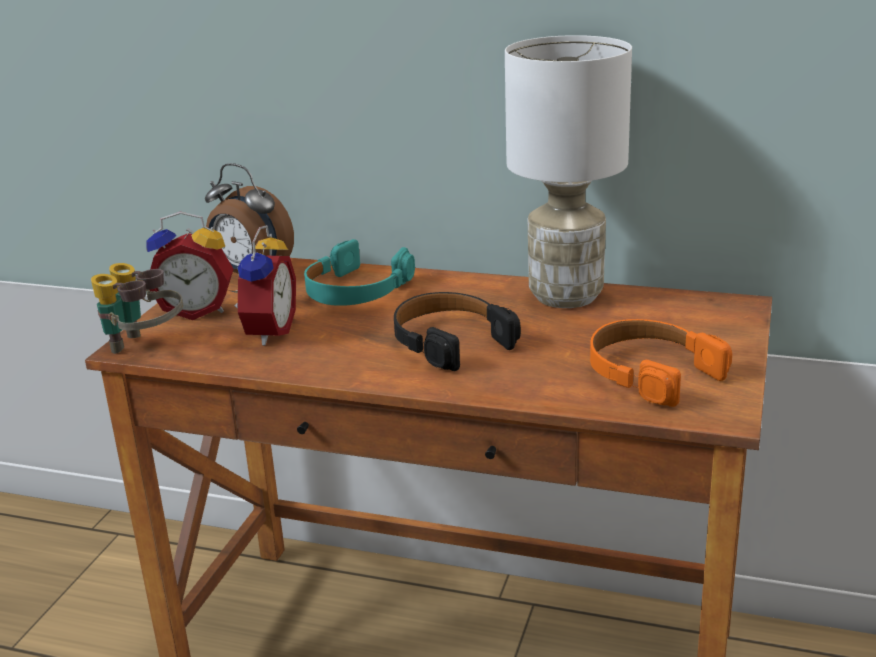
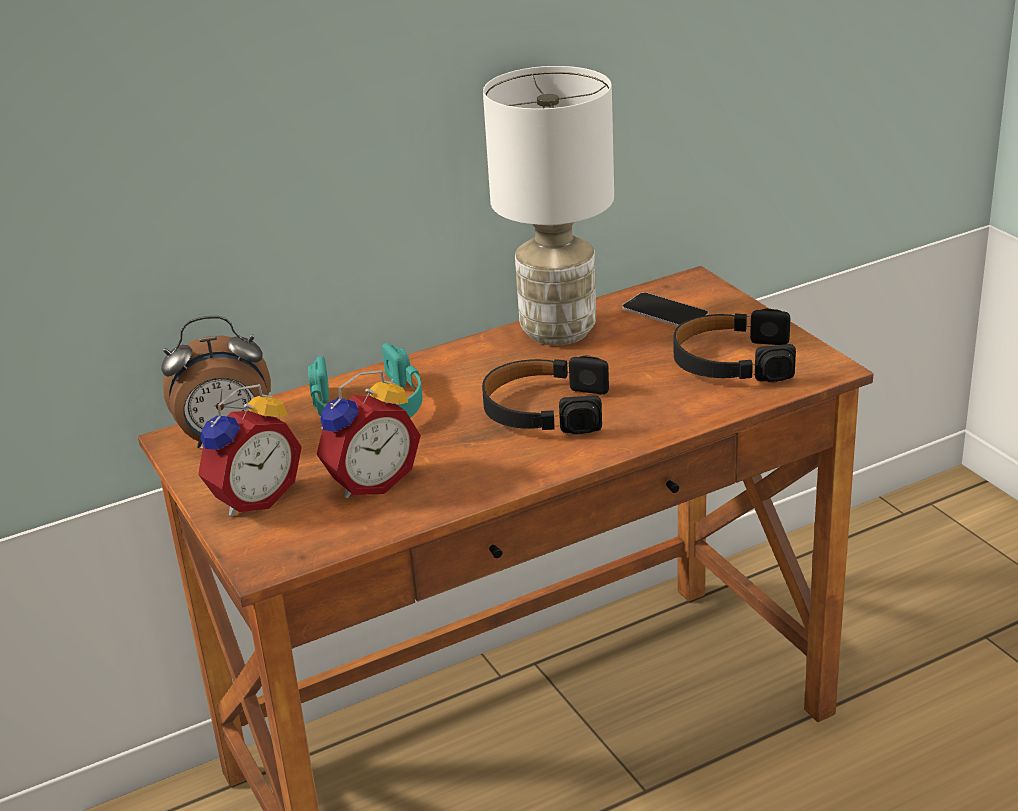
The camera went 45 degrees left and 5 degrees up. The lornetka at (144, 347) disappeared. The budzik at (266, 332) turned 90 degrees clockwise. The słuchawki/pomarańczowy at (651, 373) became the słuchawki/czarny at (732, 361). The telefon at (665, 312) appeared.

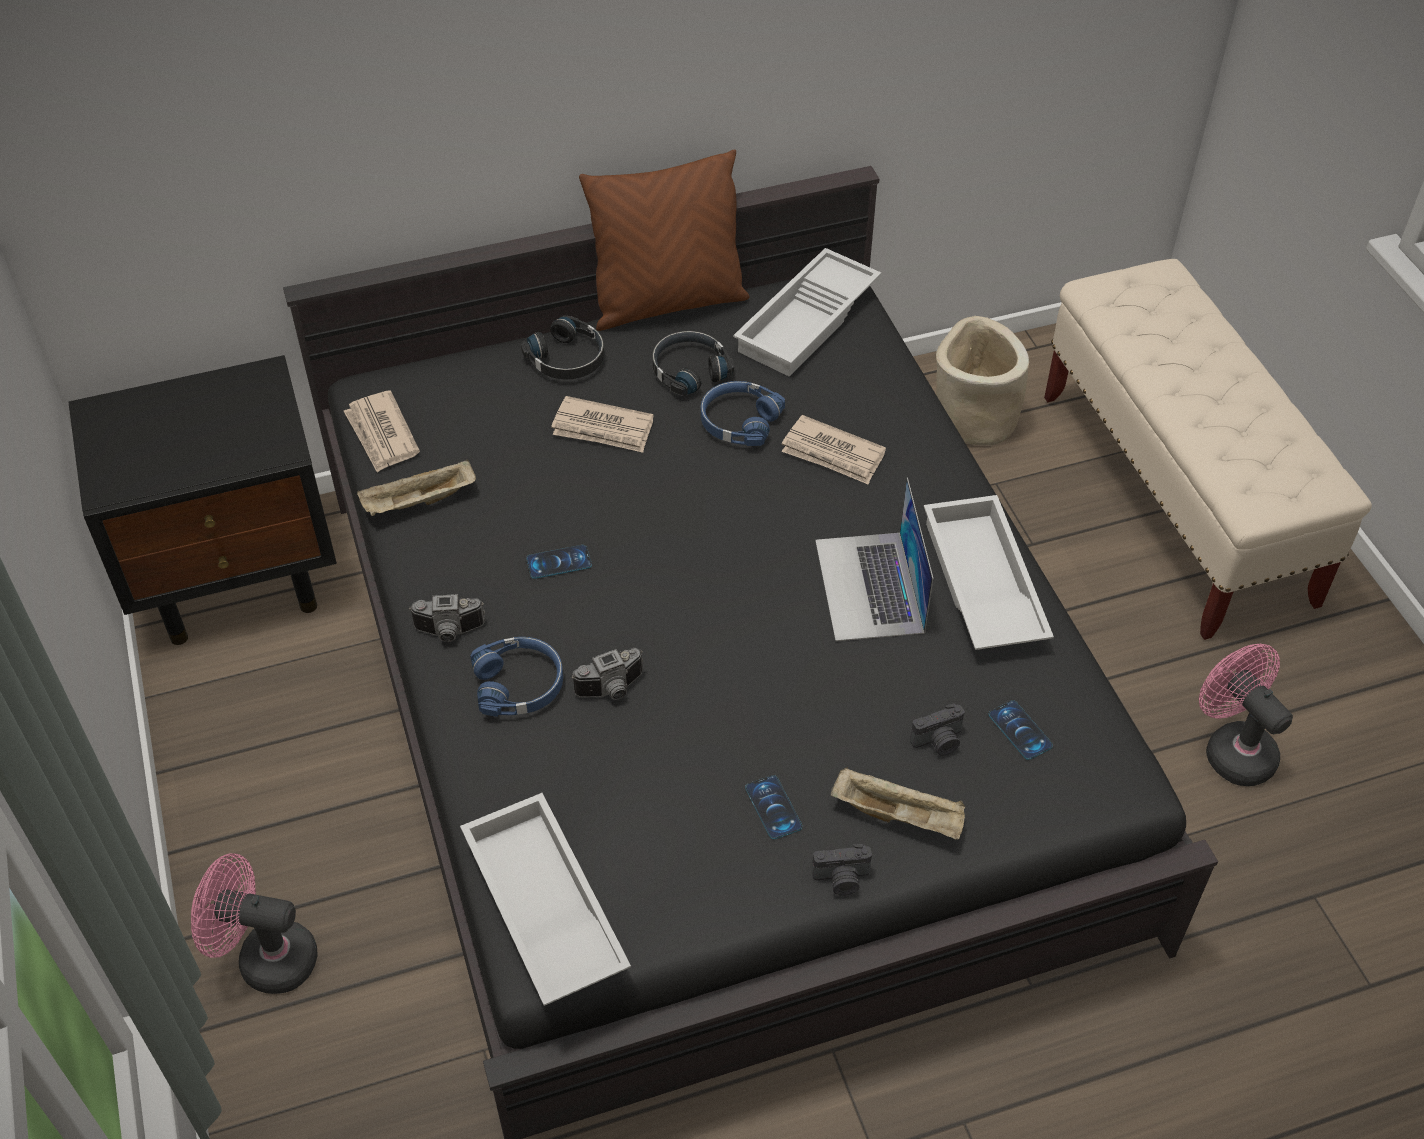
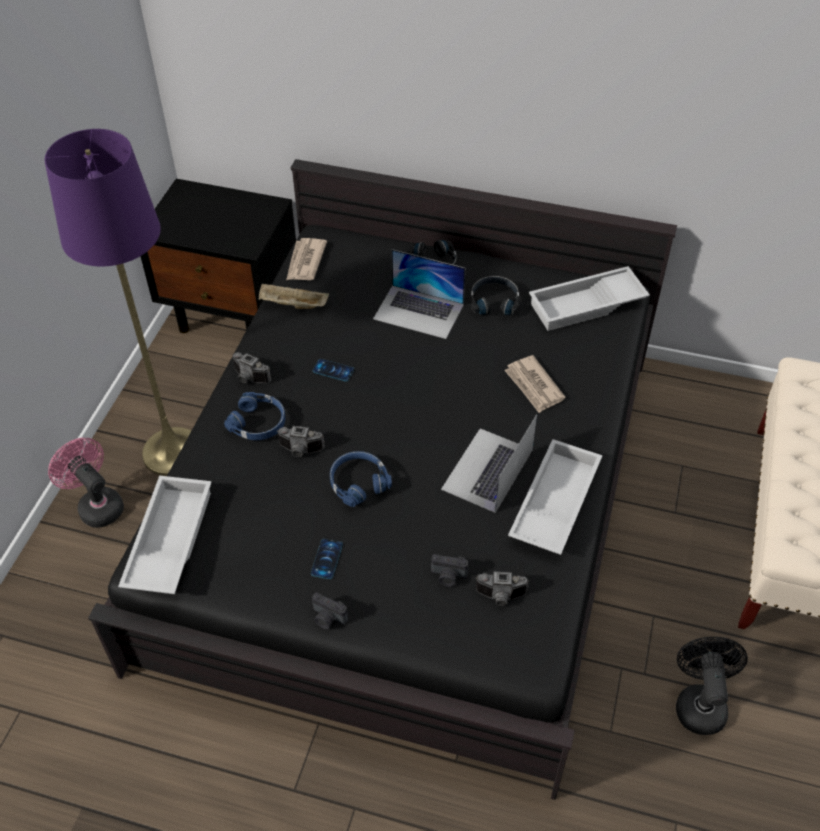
The camera went 35 degrees right and 0 degrees up. The gazeta at (603, 429) was replaced by the laptop at (419, 311). The poduszka/brązowy at (668, 303) disappeared. The słuchawki/niebieski moved from (738, 421) to (358, 482). The taca/beżowy at (899, 816) disappeared. The donica/beżowy at (973, 419) disappeared. The telefon at (1020, 730) was replaced by the aparat fotograficzny at (501, 597). The wentylator/różowy at (1232, 749) became the wentylator/czarny at (699, 703). The lampa stojąca/fioletowy at (173, 451) appeared.

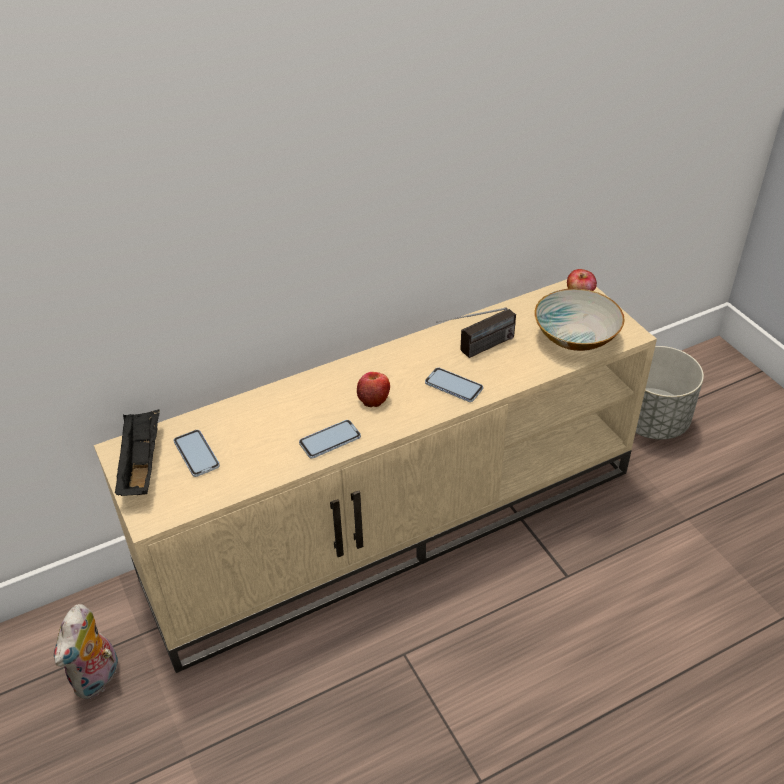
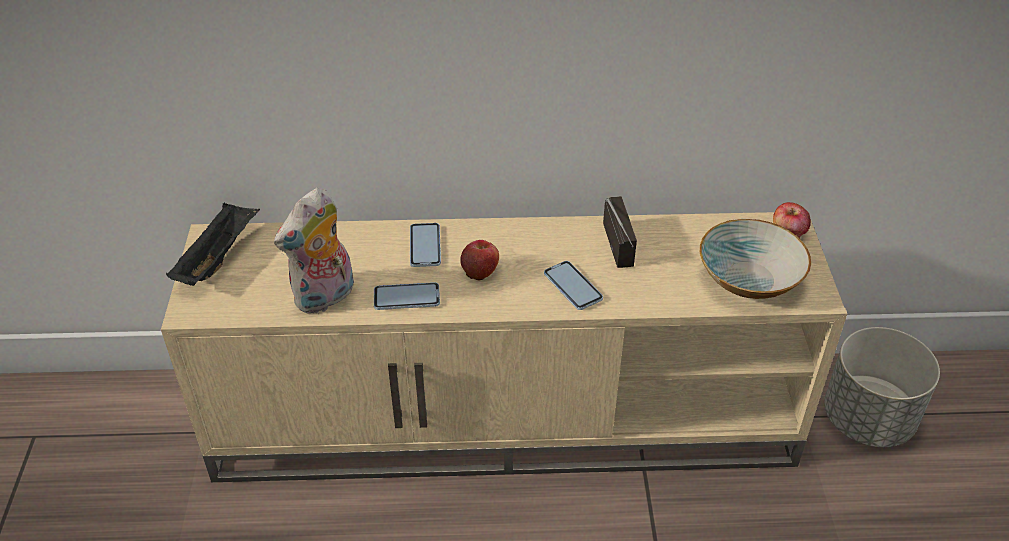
The camera went 25 degrees right and 0 degrees up. The pluszak moved from (98, 678) to (325, 298). The telefon moved from (196, 454) to (425, 246). The radio at (476, 350) turned 90 degrees counterclockwise.

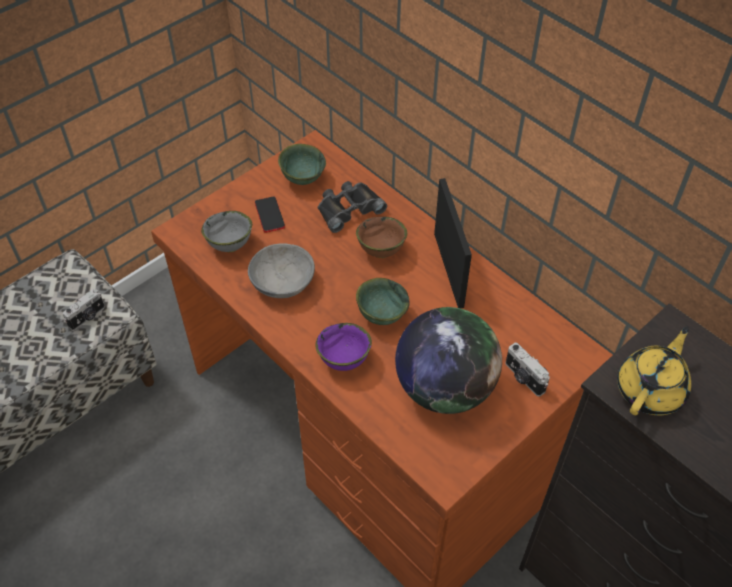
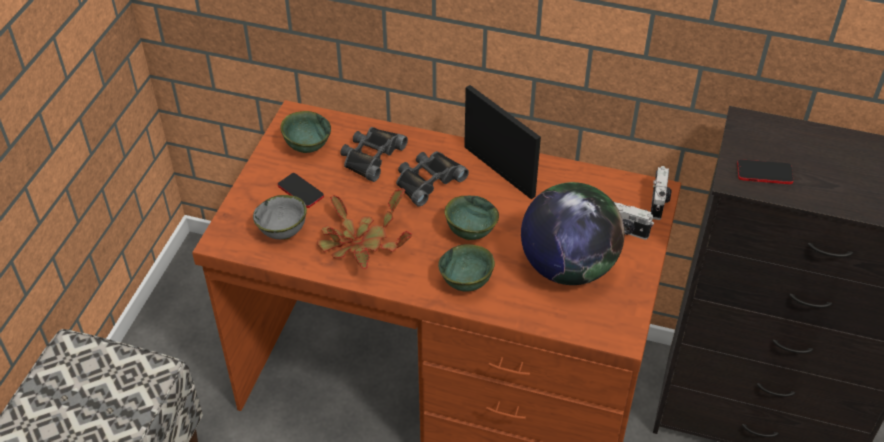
The camera went 30 degrees left and 5 degrees down. The aparat fotograficzny moved from (87, 317) to (659, 202). The miska/szary at (282, 282) was replaced by the roślina doniczkowa at (359, 243). The miska/fioletowy at (343, 361) became the miska/zielony at (466, 284). The miska/brązowy at (380, 251) was replaced by the lornetka/czarny at (427, 180). The imbryk/żółty at (651, 389) was replaced by the telefon at (764, 173).

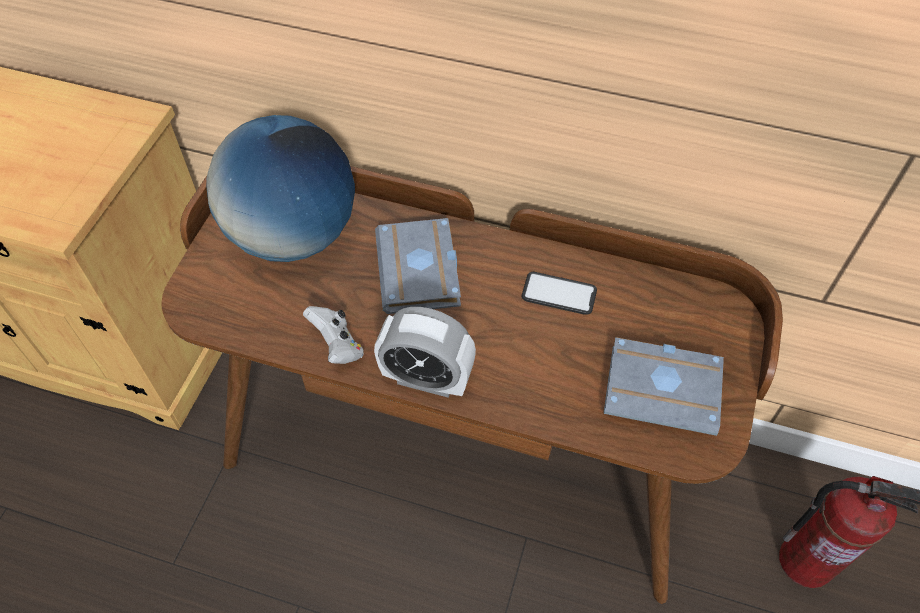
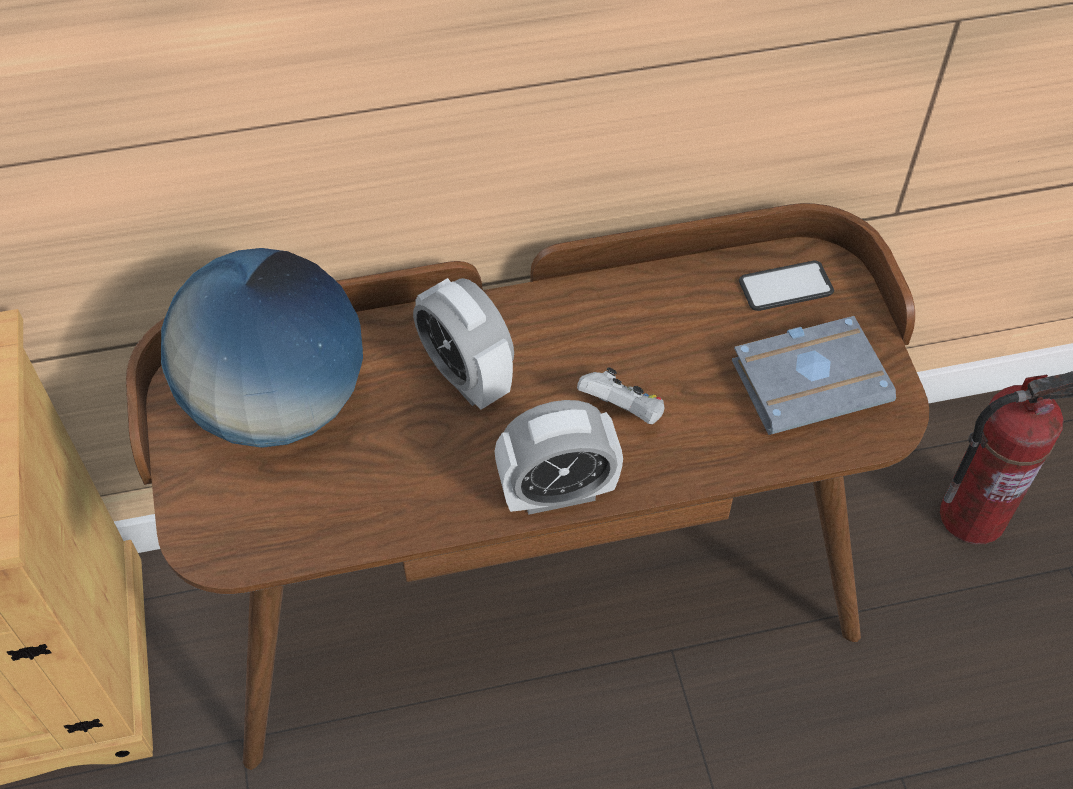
The camera went 30 degrees left and 0 degrees up. The pad do gier/biały moved from (337, 346) to (623, 411). The książka/szary at (421, 272) was replaced by the budzik at (466, 376). The telefon moved from (559, 294) to (785, 287).

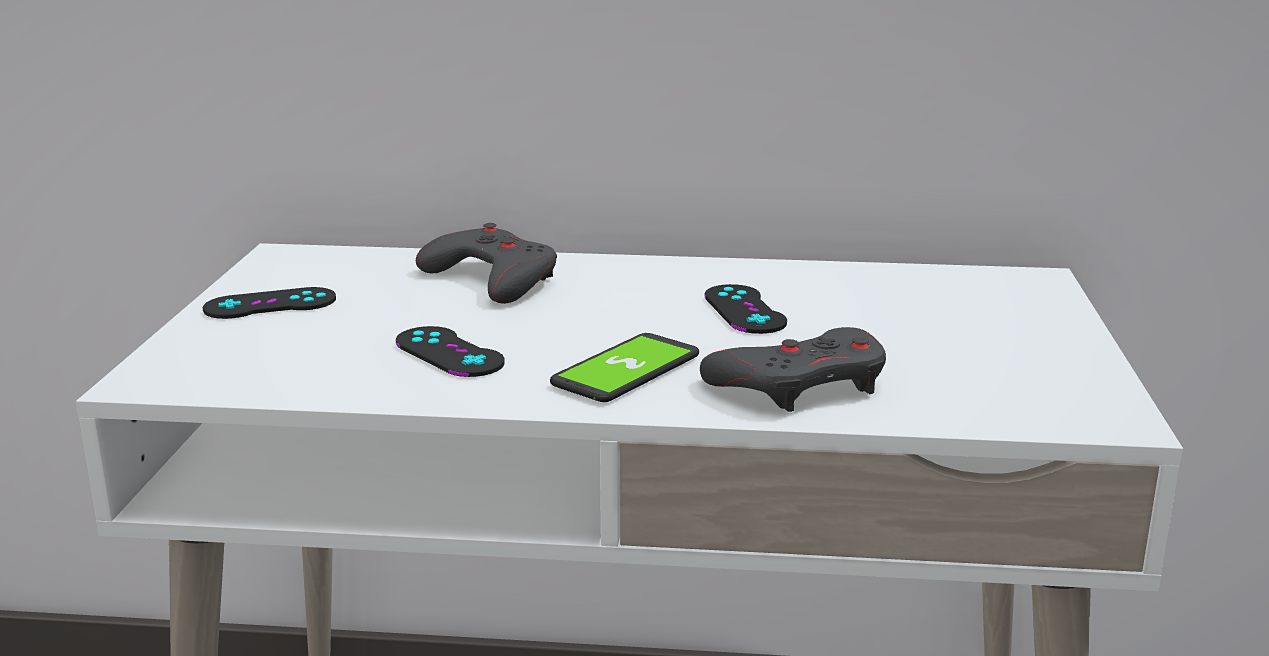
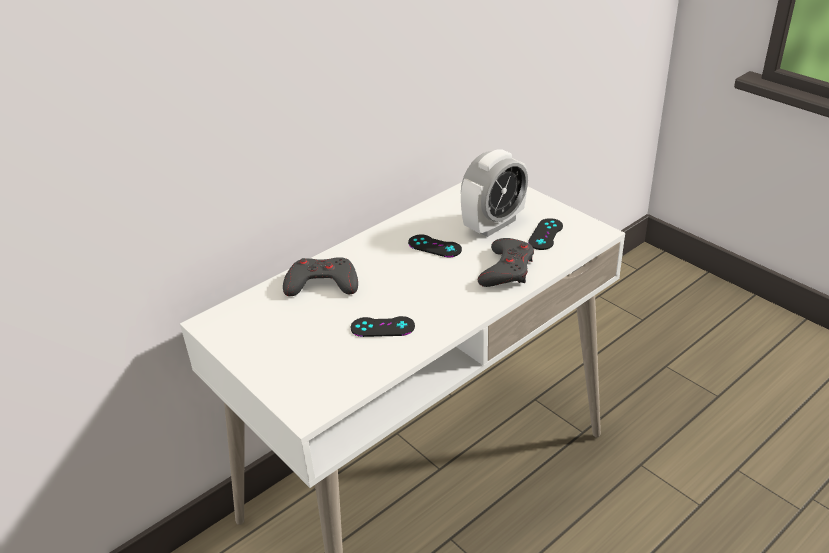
The camera went 45 degrees left and 15 degrees up. The pad do gier/czarny moved from (270, 304) to (545, 234). The telefon at (626, 370) disappeared. The budzik at (493, 224) appeared.

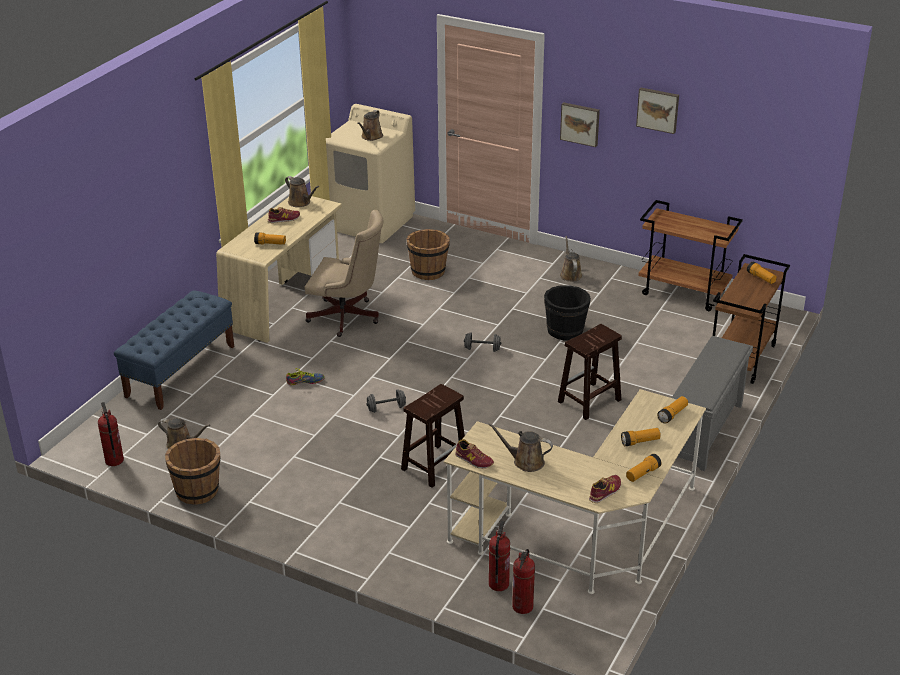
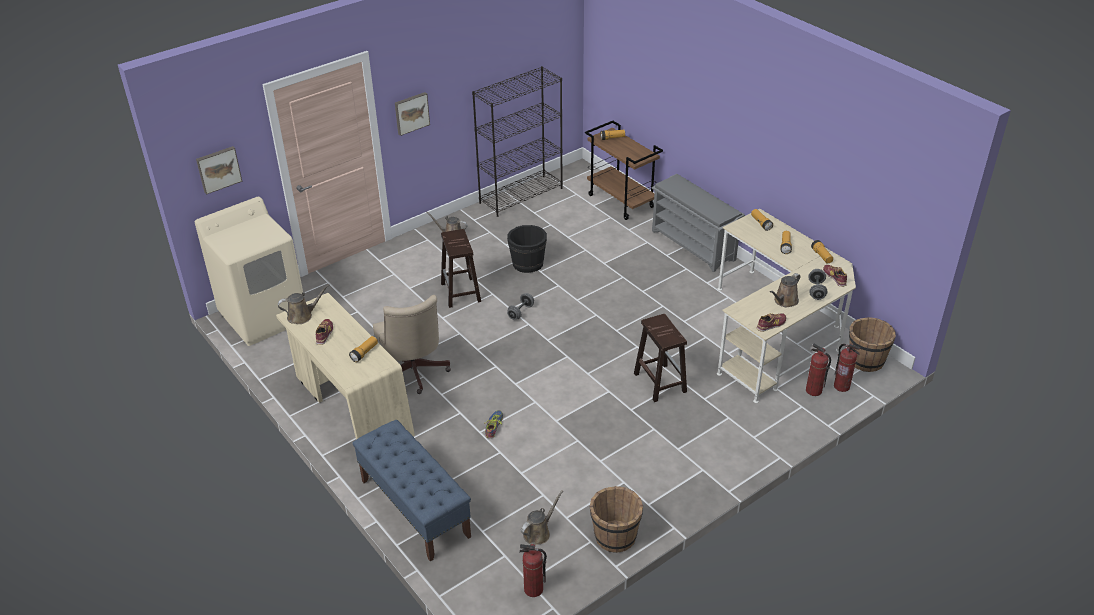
The camera went 65 degrees left and 5 degrees up. The krzesło biurowe/beżowy at (348, 318) turned 120 degrees clockwise. The konewka/brązowy at (371, 137) disappeared. The hantel/szary moved from (386, 408) to (816, 290). The wiadro/brązowy moved from (428, 271) to (865, 360). The stołek/brązowy moved from (589, 401) to (461, 293). The obraz moved from (658, 109) to (218, 169). The wózek/brązowy at (684, 292) was replaced by the regał/czarny at (521, 195).

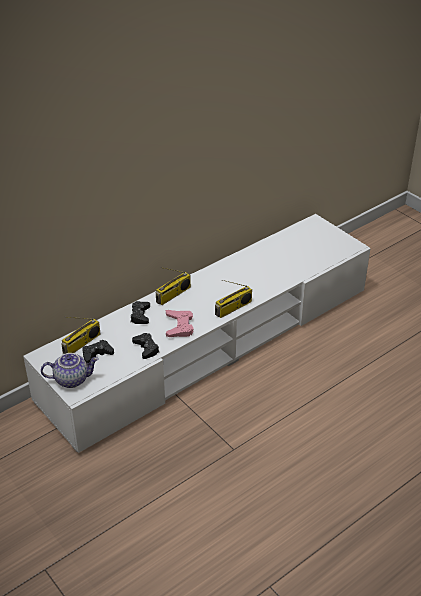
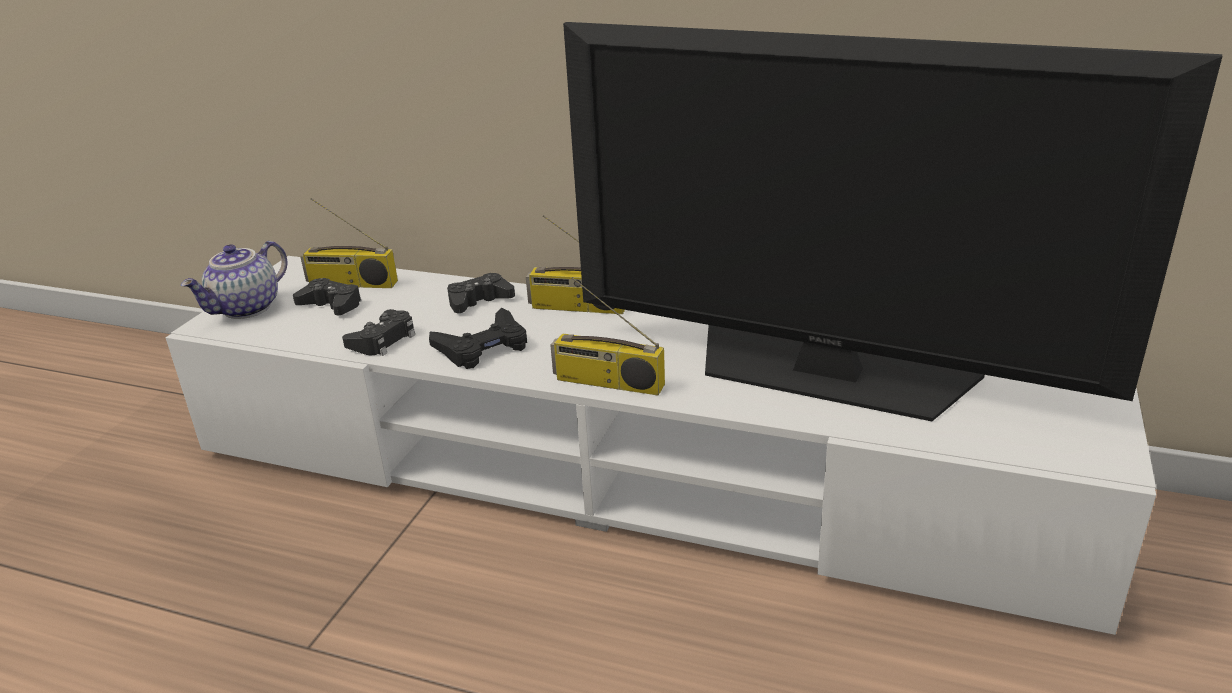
The camera went 60 degrees right and 10 degrees down. The imbryk at (72, 379) turned 75 degrees clockwise. The pad do gier/różowy at (179, 326) became the pad do gier/czarny at (483, 347). The telewizor at (827, 373) appeared.

